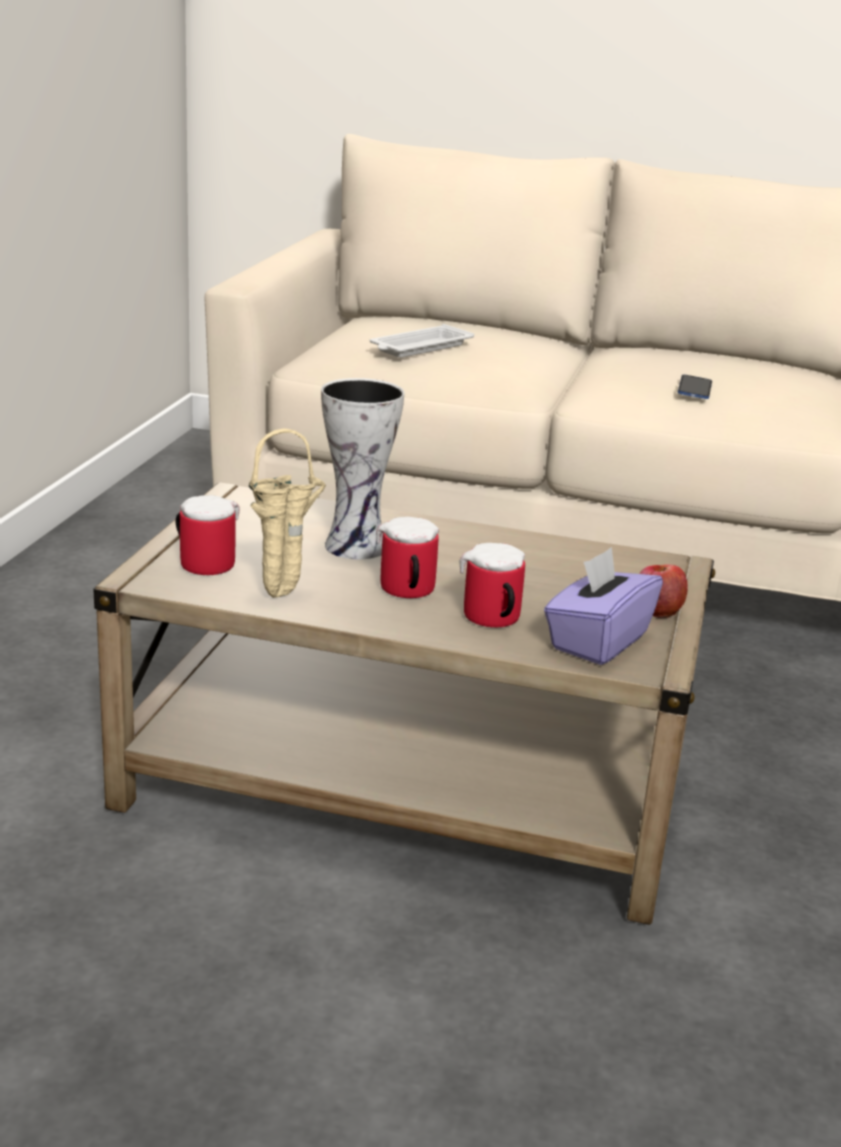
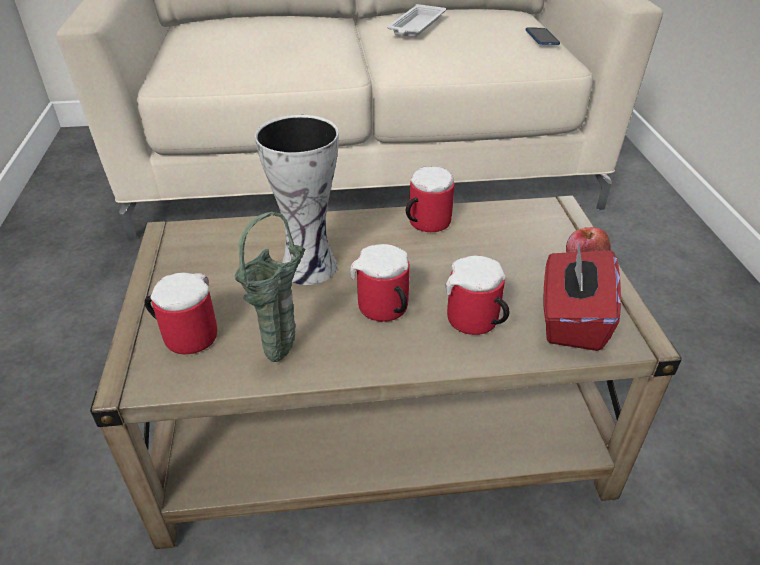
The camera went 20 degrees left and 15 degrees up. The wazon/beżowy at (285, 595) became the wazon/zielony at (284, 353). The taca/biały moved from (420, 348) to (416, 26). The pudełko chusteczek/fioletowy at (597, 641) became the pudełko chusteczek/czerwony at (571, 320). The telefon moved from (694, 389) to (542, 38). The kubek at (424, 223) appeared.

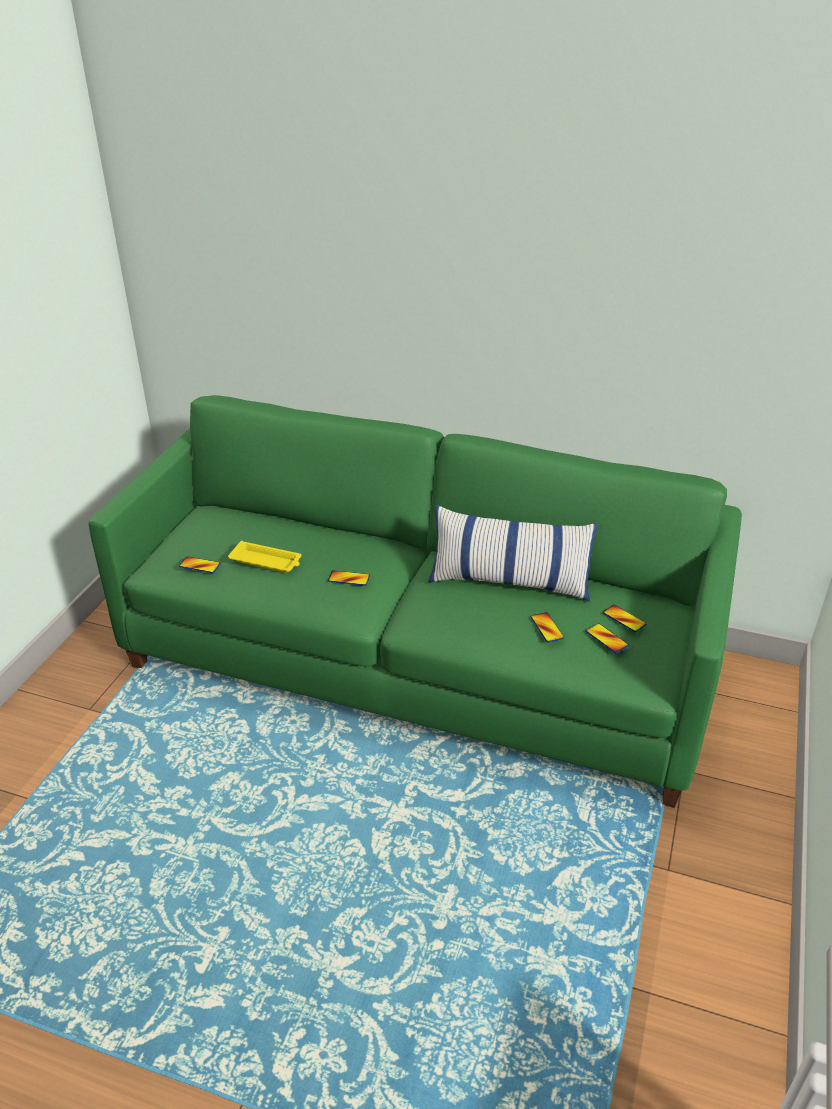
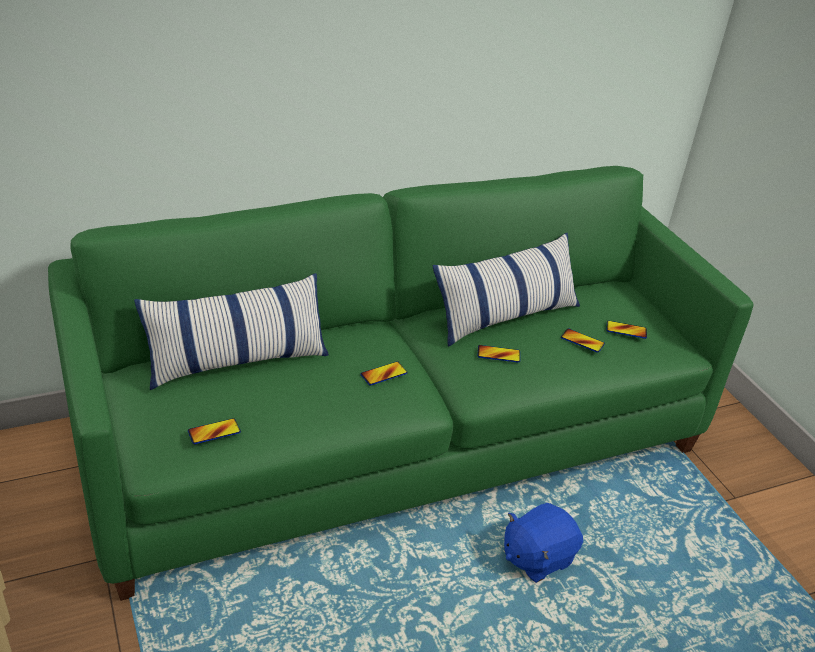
The camera went 45 degrees left and 0 degrees up. The taca/żółty at (266, 561) disappeared. The telefon moved from (624, 619) to (498, 354). The poduszka at (237, 360) appeared. The pluszak/niebieski at (536, 557) appeared.

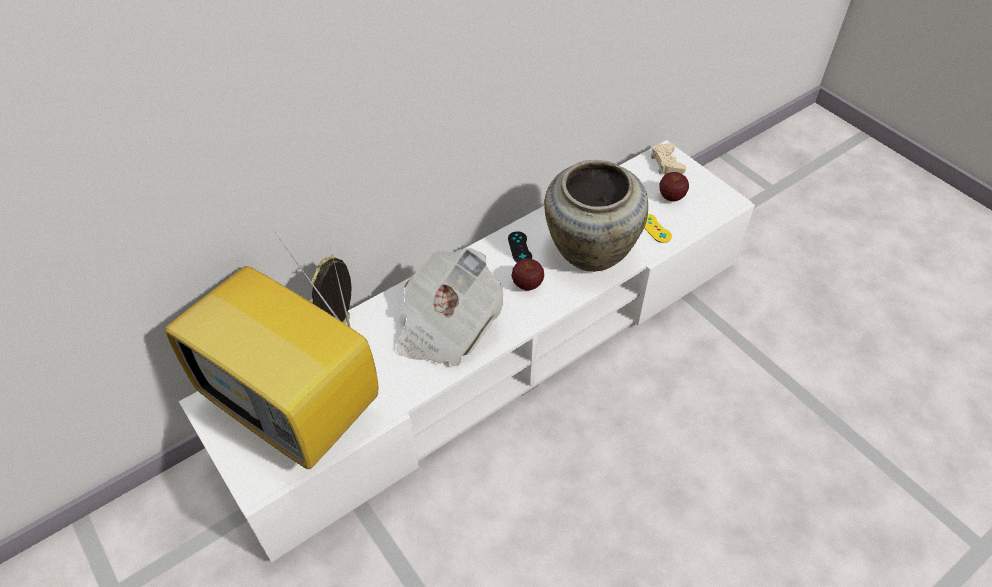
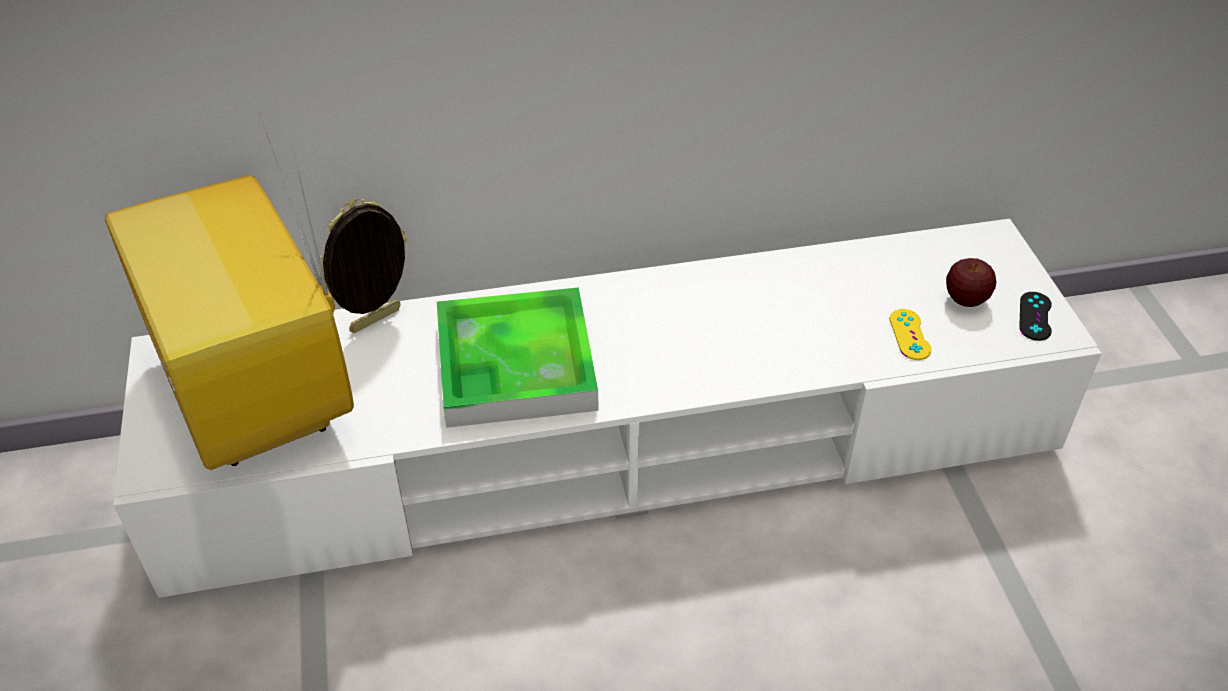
The camera went 25 degrees right and 5 degrees down. The gazeta at (446, 327) was replaced by the taca at (516, 364). The pad do gier/czarny moved from (519, 248) to (1035, 316). The jabłko at (527, 285) disappeared. The wazon/beżowy at (588, 252) disappeared. The pad do gier/beżowy at (666, 163) disappeared.

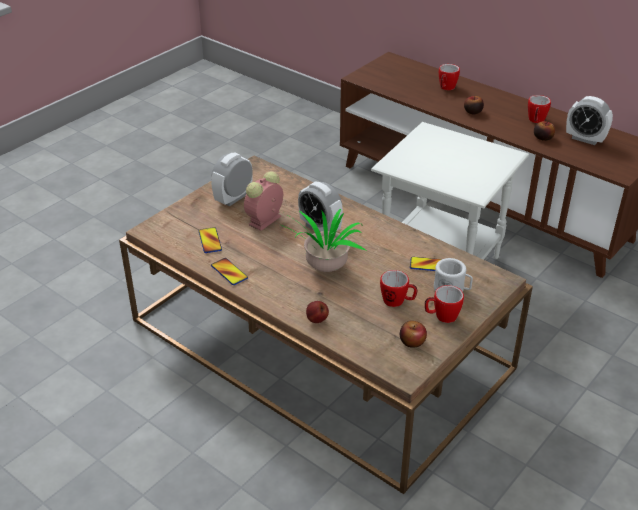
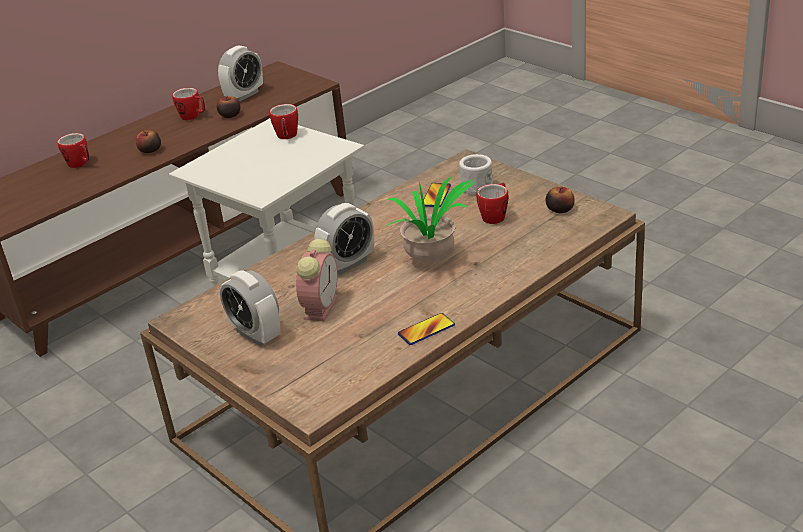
The camera went 80 degrees left and 5 degrees down. The telefon at (210, 241) disappeared. The budzik at (264, 221) turned 120 degrees counterclockwise. The jabłko at (316, 320) disappeared. The kubek moved from (441, 316) to (287, 137).

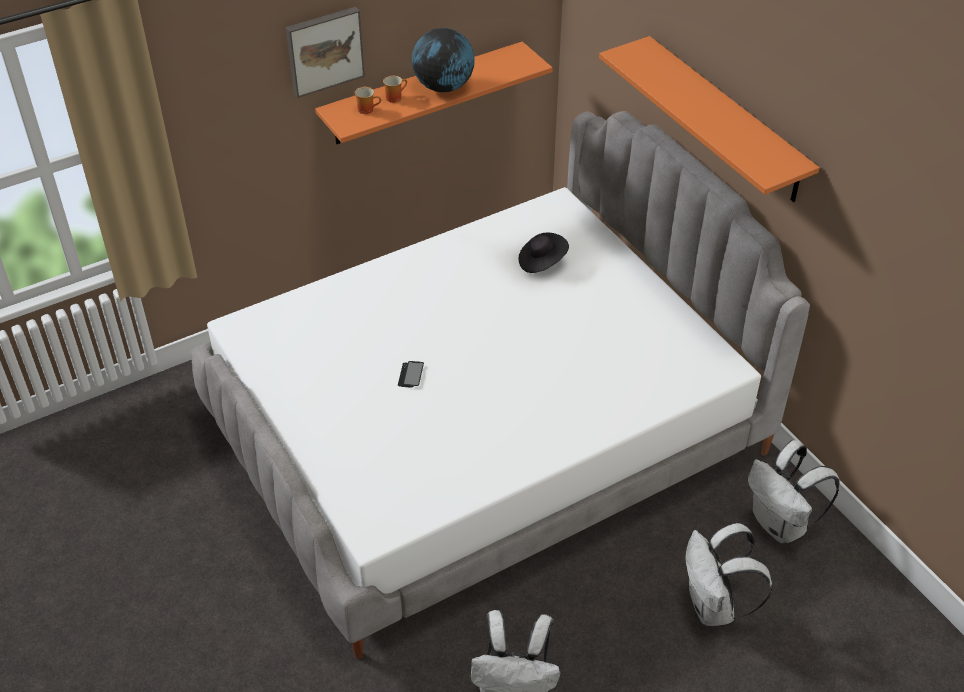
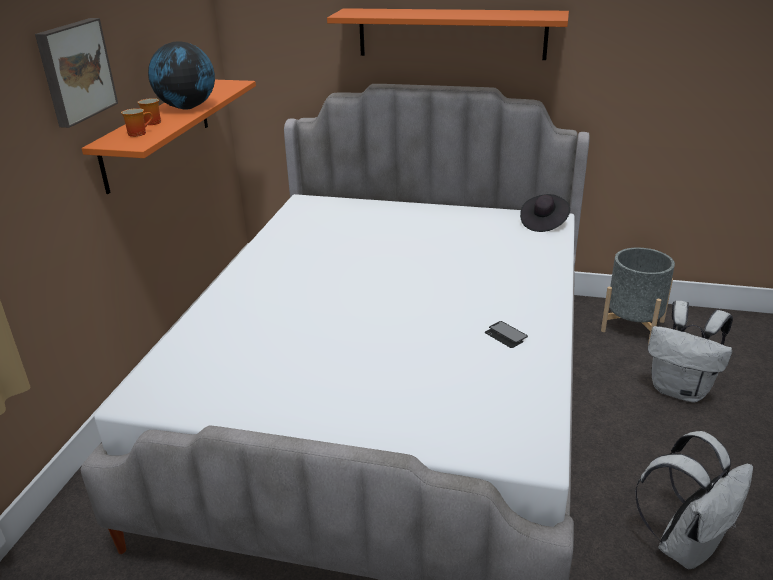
The camera went 45 degrees left and 15 degrees down. The telefon moved from (410, 375) to (505, 335). The kapelusz/czarny moved from (542, 262) to (543, 223). The plecak/biały at (781, 525) was replaced by the donica/szary at (632, 326).

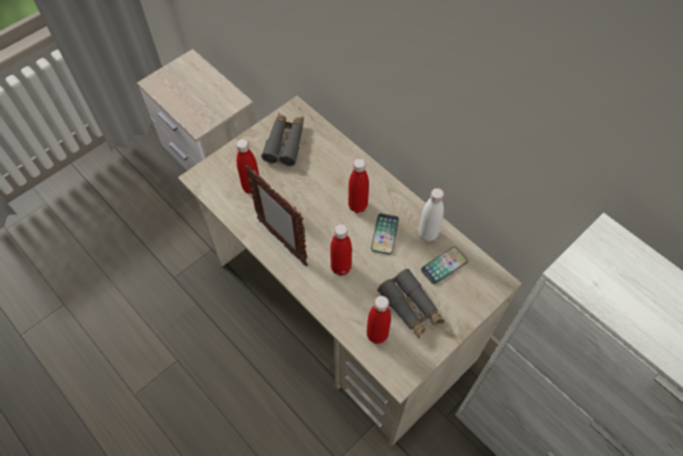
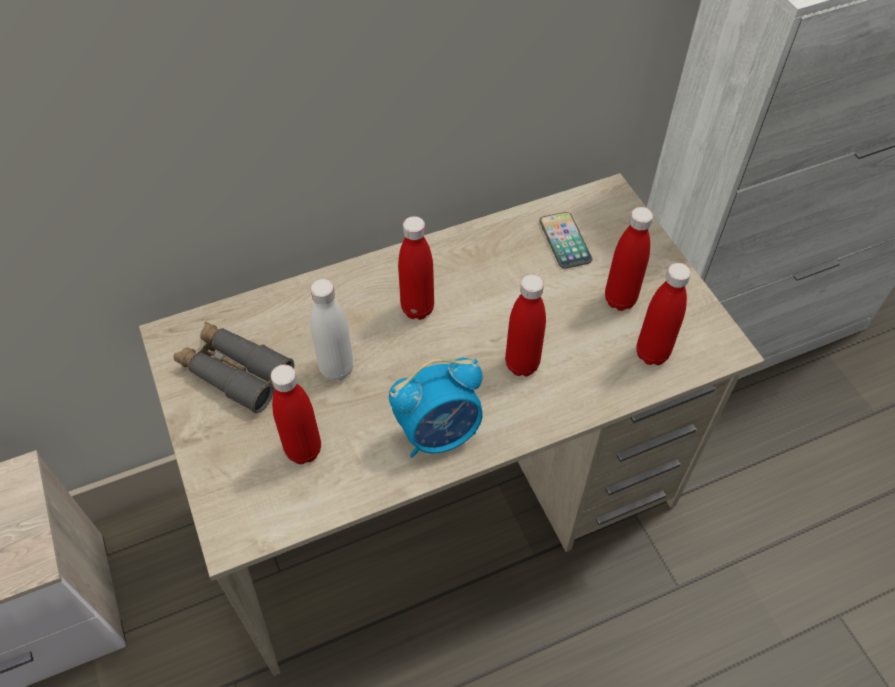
The camera went 70 degrees left and 5 degrees down. The ramka na zdjęcie at (282, 242) was replaced by the budzik at (439, 433). The telefon at (385, 234) disappeared. The lornetka/szary at (411, 307) was replaced by the butelka/czerwony at (620, 300). The butelka/biały moved from (427, 234) to (336, 369).

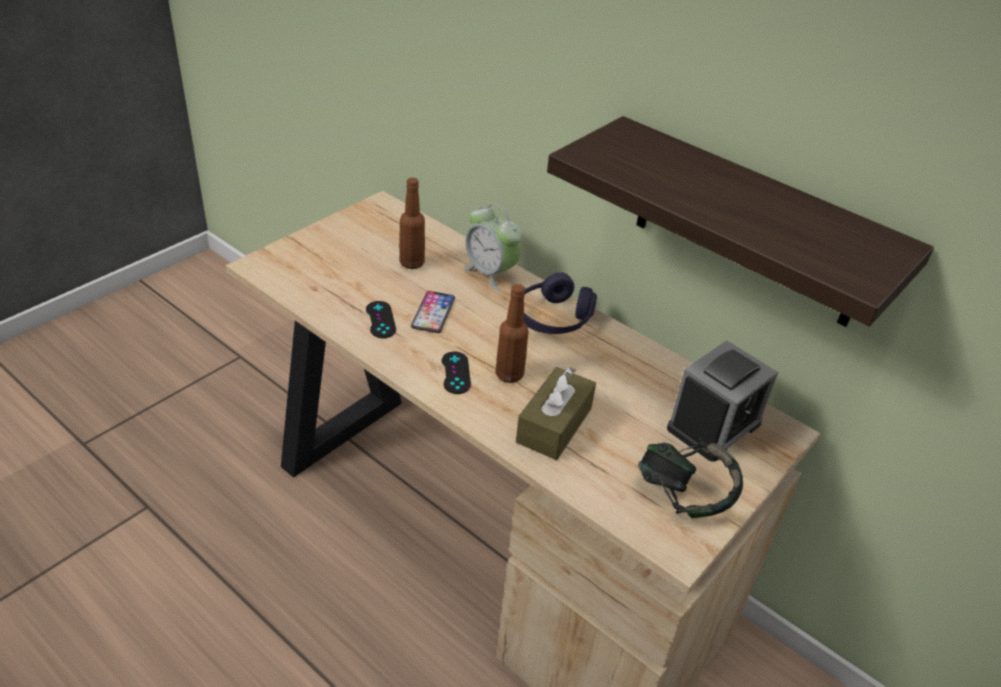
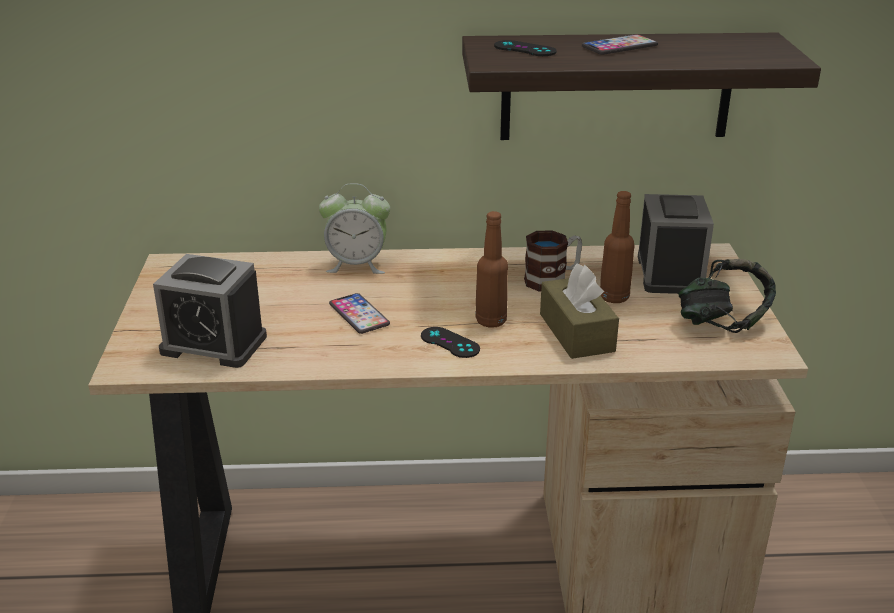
The camera went 40 degrees left and 10 degrees down. The pad do gier/czarny moved from (380, 320) to (525, 49). The butelka/brązowy moved from (412, 263) to (614, 297). The słuchawki/fioletowy at (553, 318) disappeared. The budzik at (214, 344) appeared. The kubek at (552, 279) appeared. The telefon at (619, 46) appeared.

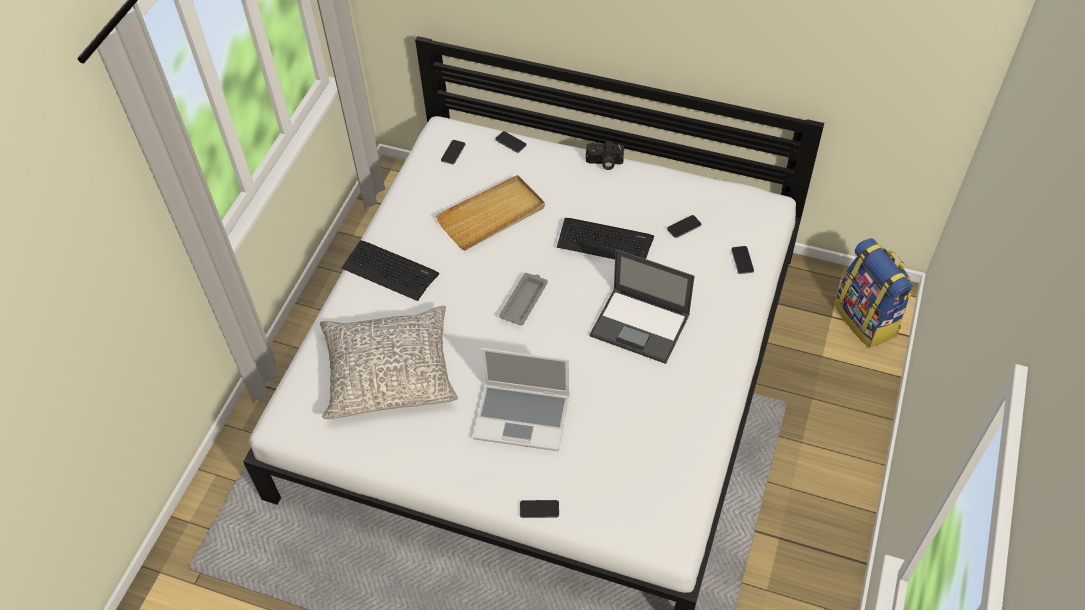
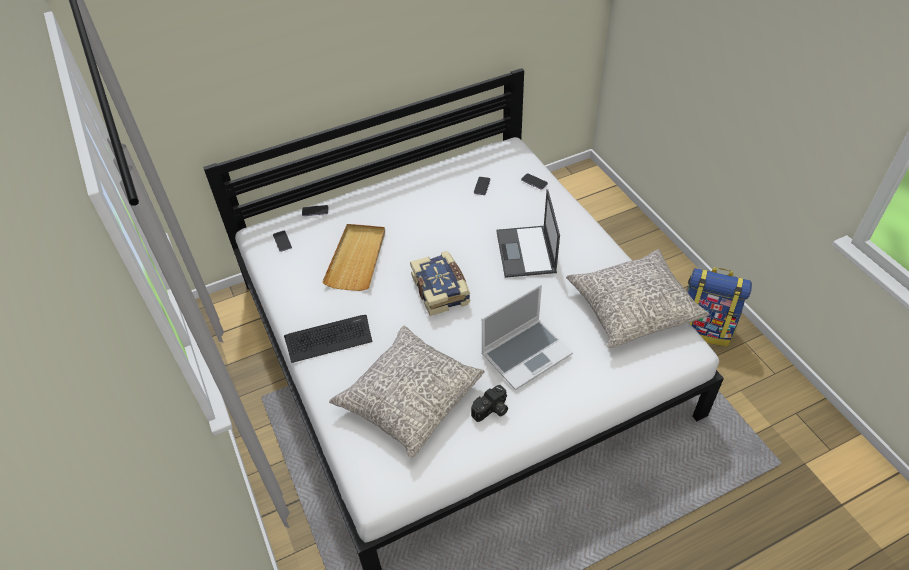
The camera went 45 degrees left and 5 degrees down. The taca/szary at (524, 300) was replaced by the książka at (441, 290). The telefon at (539, 509) disappeared. The klawiatura at (604, 241) disappeared. The aparat fotograficzny moved from (604, 162) to (491, 411). The laptop at (641, 325) turned 105 degrees clockwise. The plecak moved from (867, 319) to (704, 328). The poduszka/szary at (633, 307) appeared.

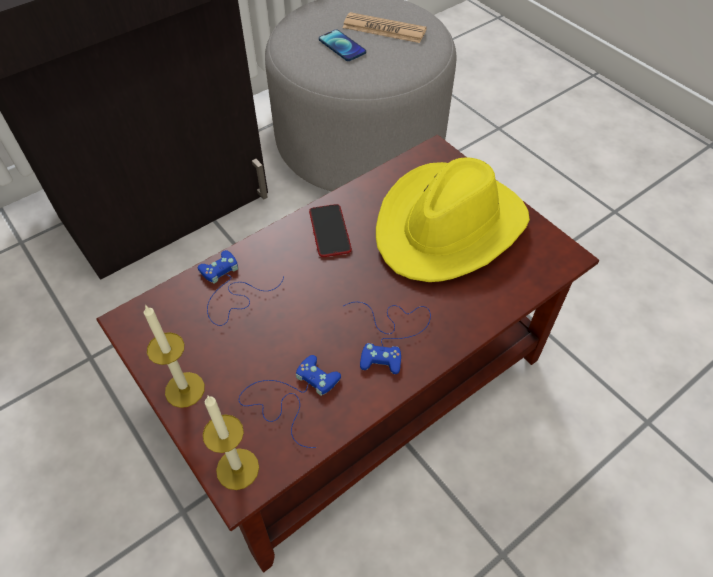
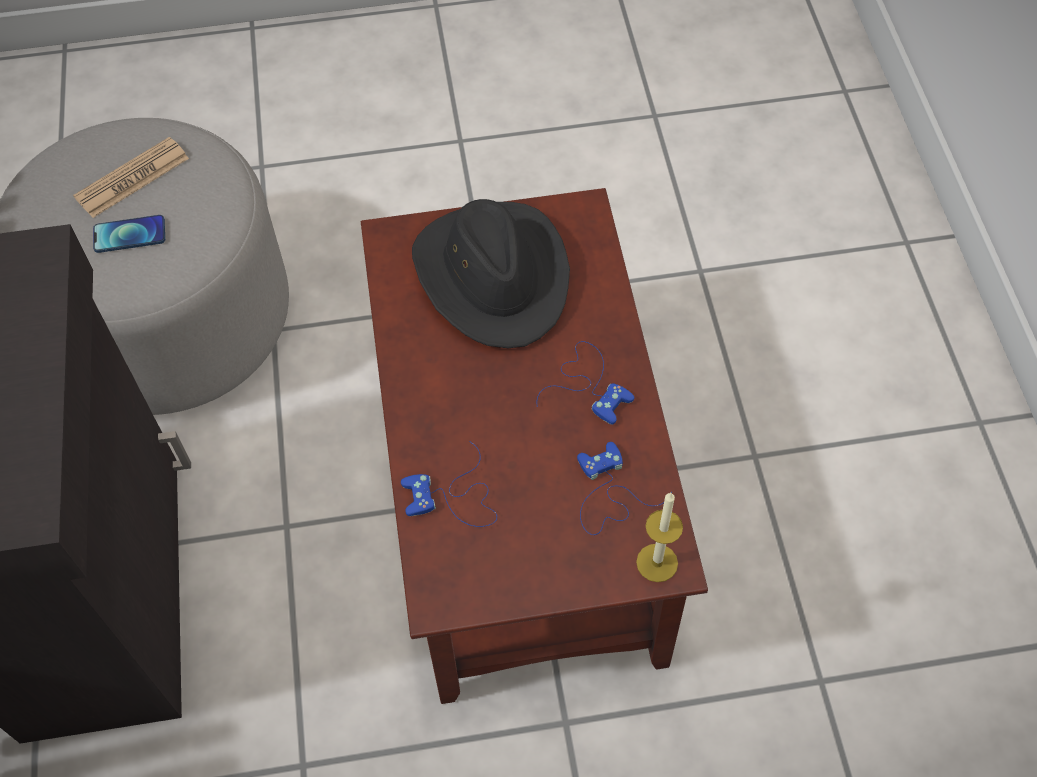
The camera went 60 degrees left and 5 degrees up. The świeca at (185, 389) disappeared. The telefon at (330, 231) disappeared. The kapelusz/żółty at (449, 226) became the kapelusz/czarny at (494, 276).

